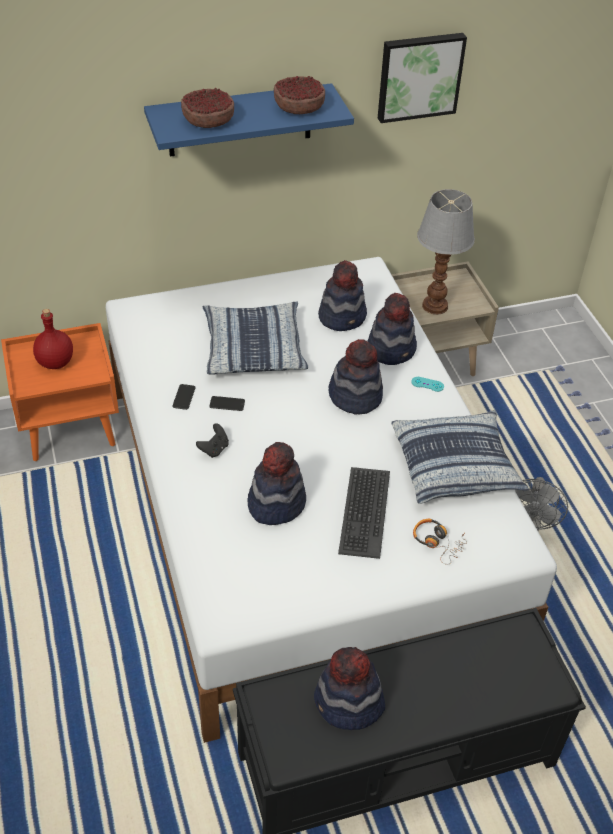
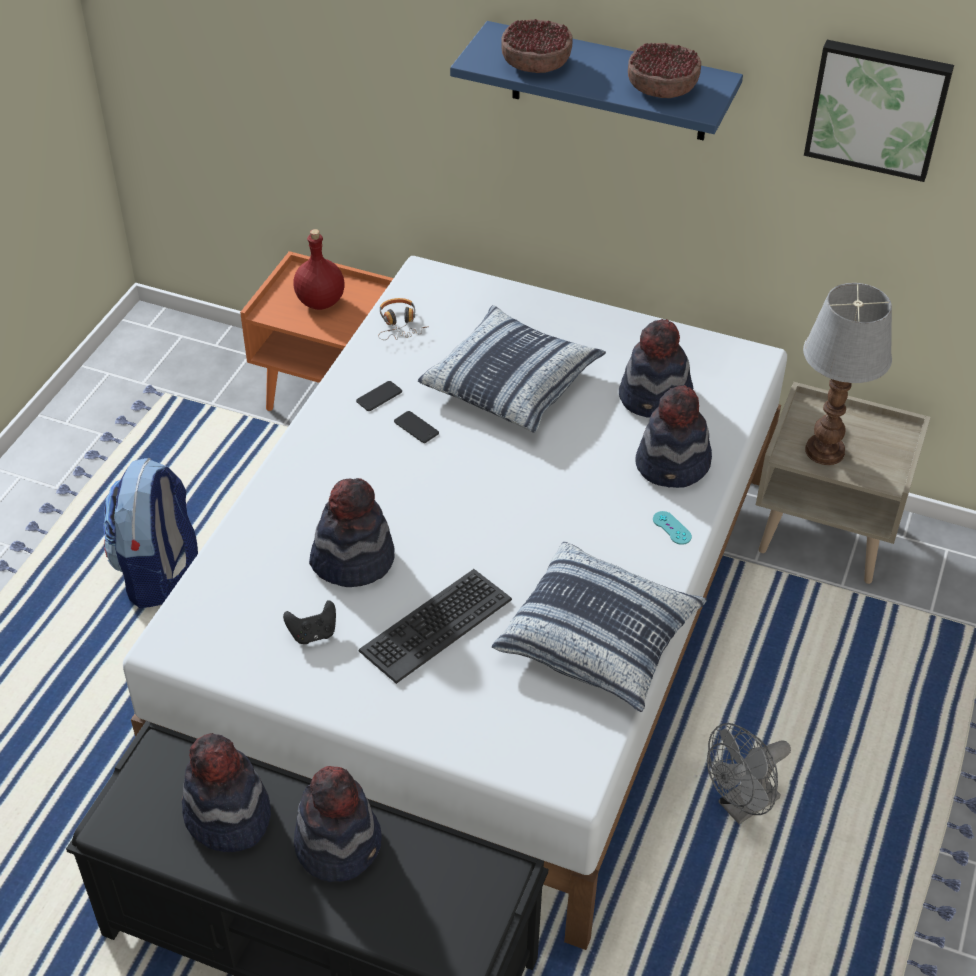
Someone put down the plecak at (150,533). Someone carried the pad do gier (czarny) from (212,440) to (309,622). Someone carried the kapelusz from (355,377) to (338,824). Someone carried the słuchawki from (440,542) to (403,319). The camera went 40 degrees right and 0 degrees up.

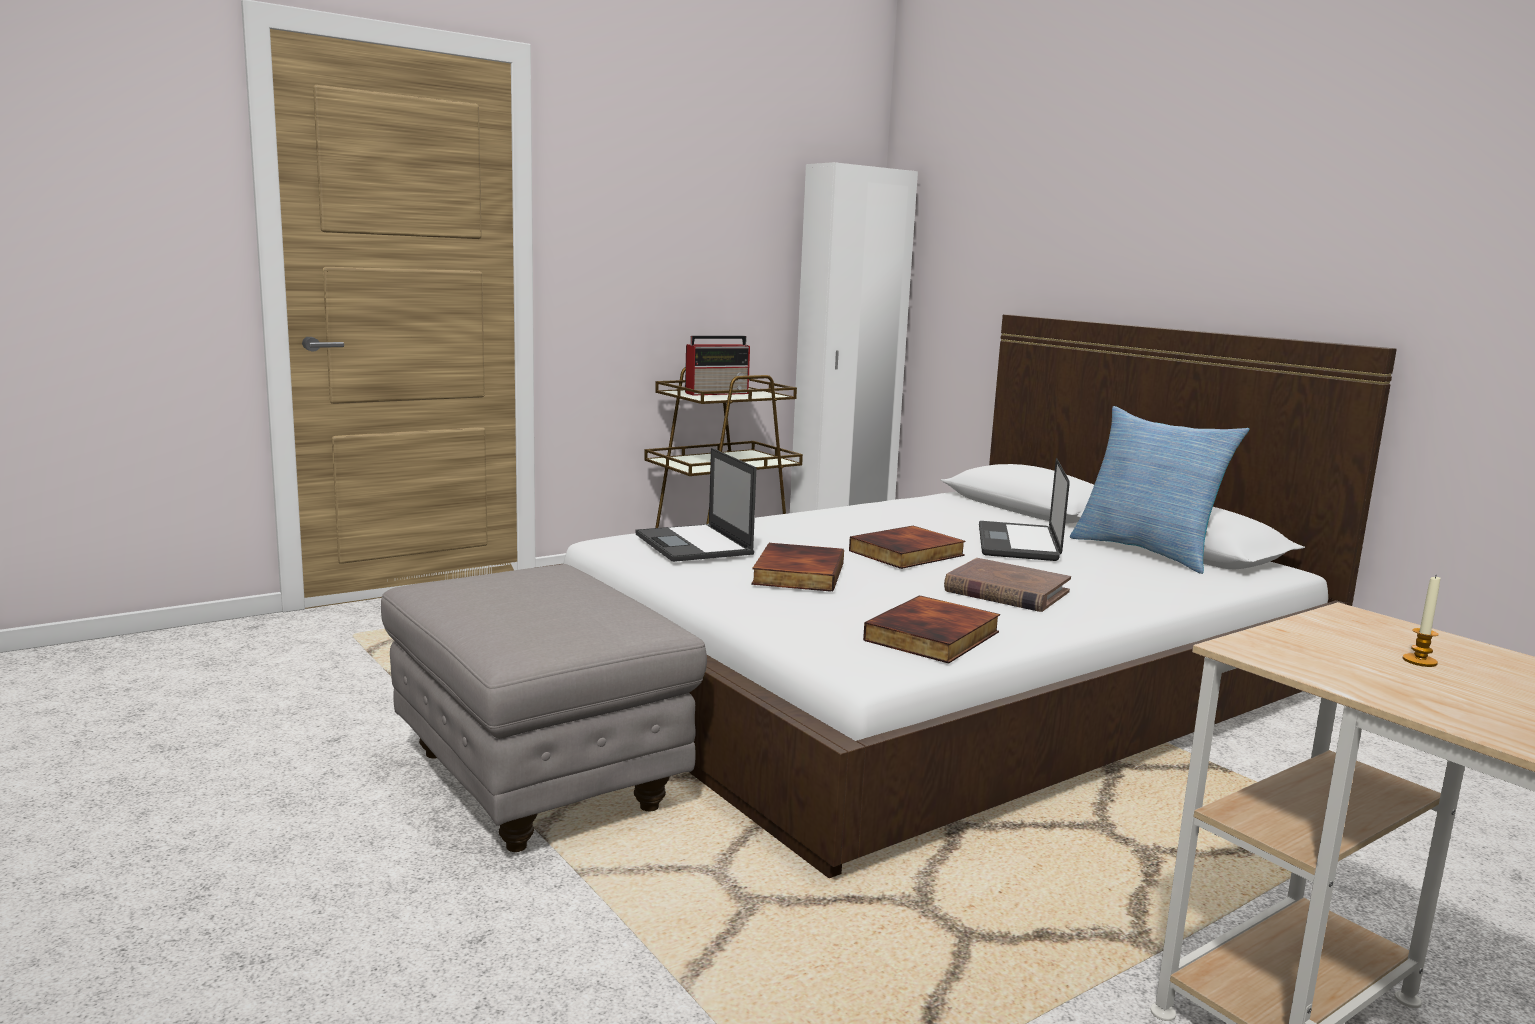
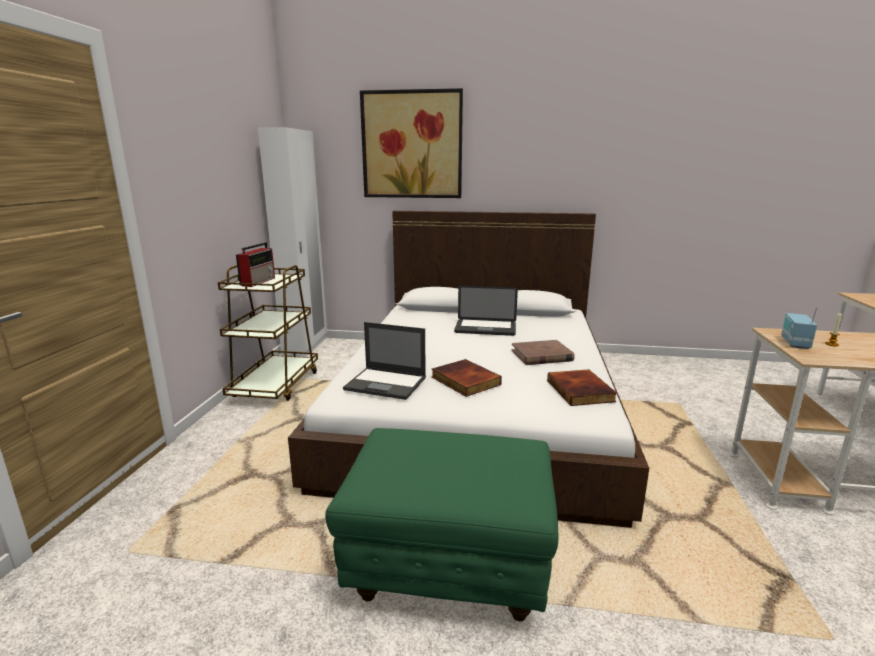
Someone repainted the pufa (szary) at (544,708), which became the pufa (zielony) at (442,524). Someone put up the obraz at (411,143). Someone rotated the laptop at (1024,509) by 45 degrees counterclockwise. Someone put down the radio at (799,328). Someone took away the książka at (907,547). Someone took away the poduszka at (1159,490). The camera went 45 degrees left and 5 degrees up.

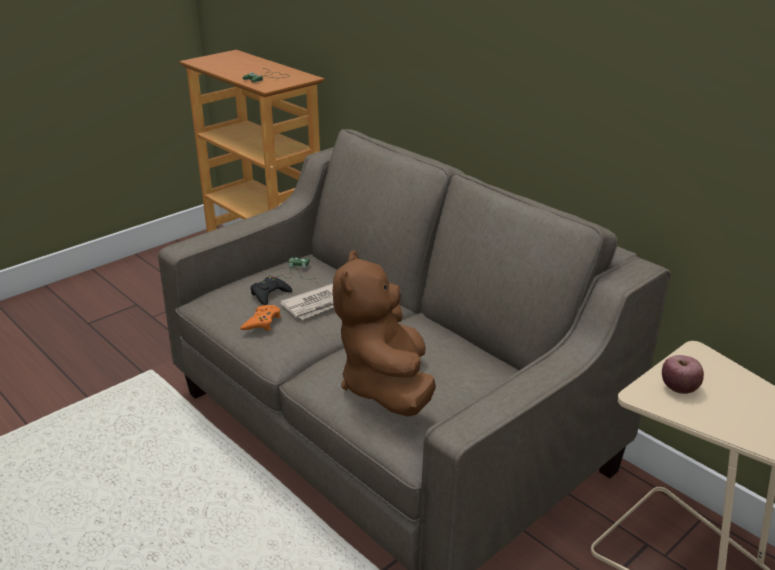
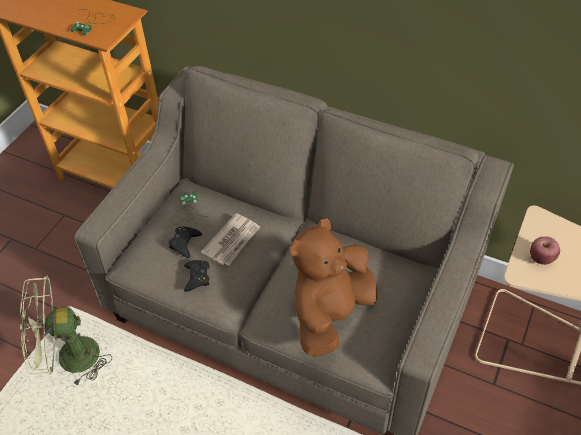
Someone put down the wentylator (zielony) at (66,330). Someone repainted the pad do gier (pomarańczowy) at (260,318), which became the pad do gier (czarny) at (197,276). Someone rotated the pluszak (brązowy) at (384,333) by 60 degrees clockwise. The camera went 20 degrees left and 20 degrees up.

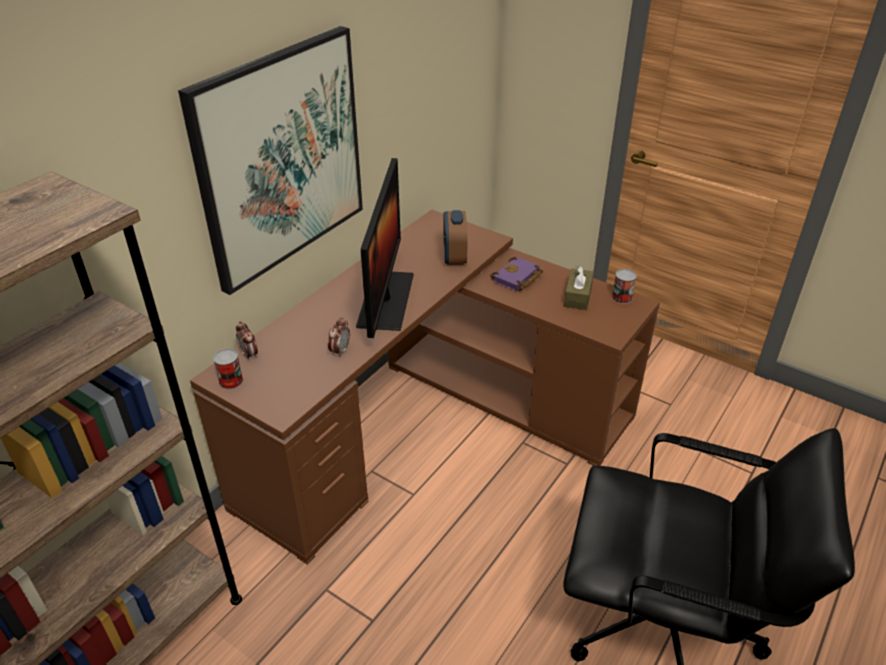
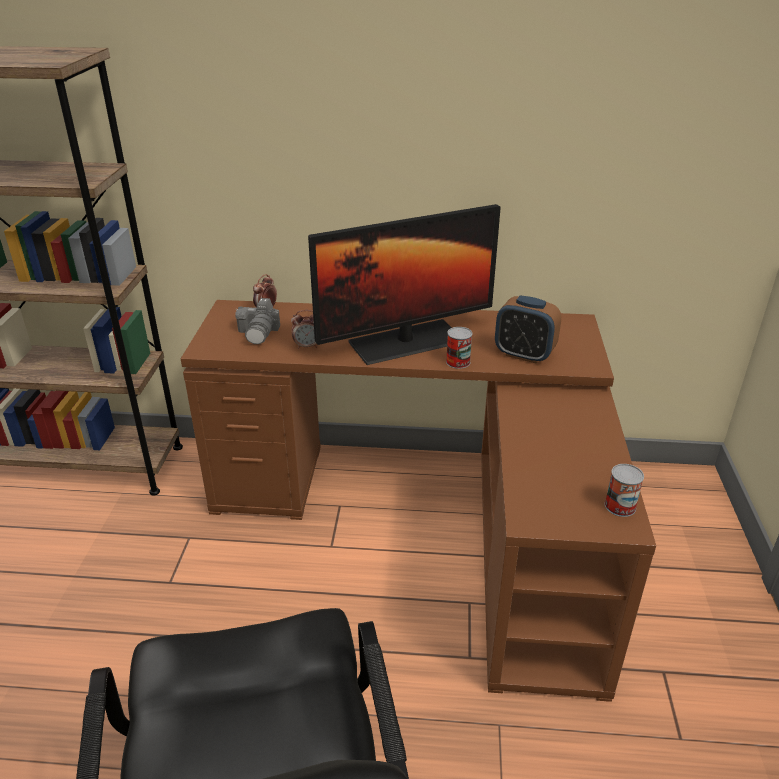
Someone put down the aparat fotograficzny at (257,321). Someone carried the puszka from (228,369) to (459,348). Someone rotated the budzik at (455,237) by 120 degrees counterclockwise. Someone took away the obraz at (270,160). Someone took away the książka (fioletowy) at (516,274). Someone took away the pudełko chusteczek (brązowy) at (579,287). The camera went 60 degrees right and 5 degrees down.

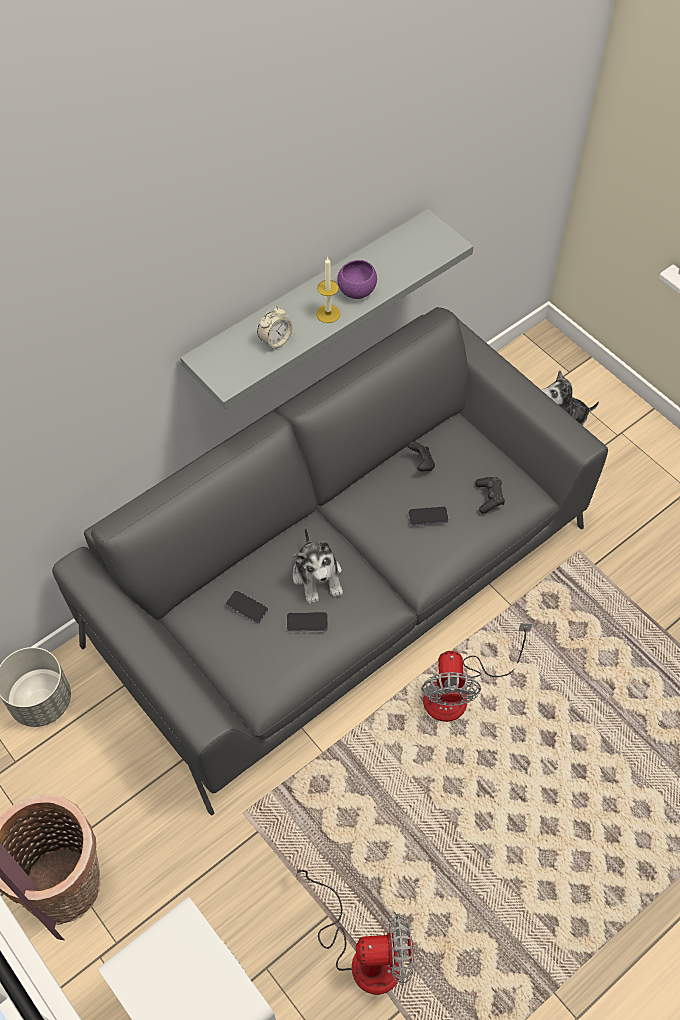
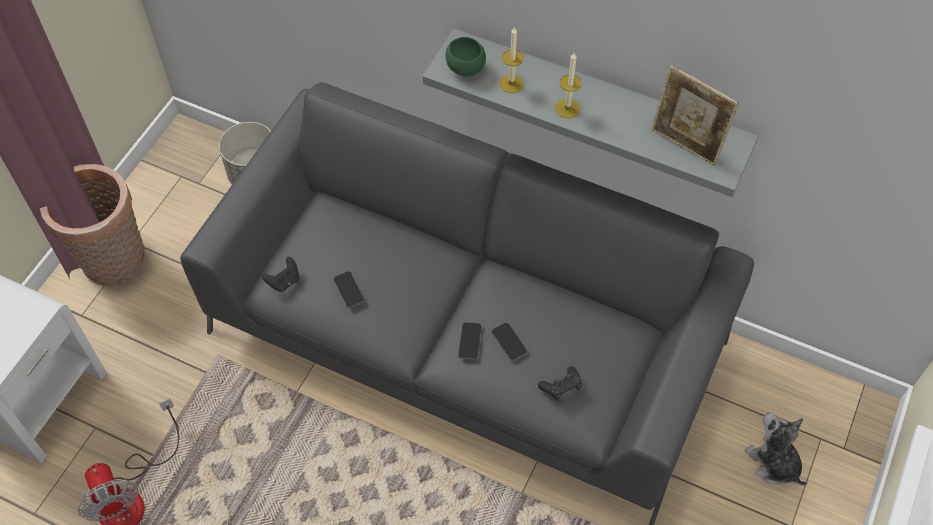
Someone carried the pad do gier (czarny) from (421,456) to (280,274). Someone put down the miska (zielony) at (466,56). Someone carried the telefon from (247,607) to (469,340). Someone swapped the budzik at (275,328) for the świeca at (511,59). Someone put down the ramka na zdjęcie at (695,115). Someone took away the pluszak at (318,565). Someone took away the miska (fioletowy) at (357,279). Someone took away the wentylator at (476,672). The camera went 65 degrees right and 0 degrees up.

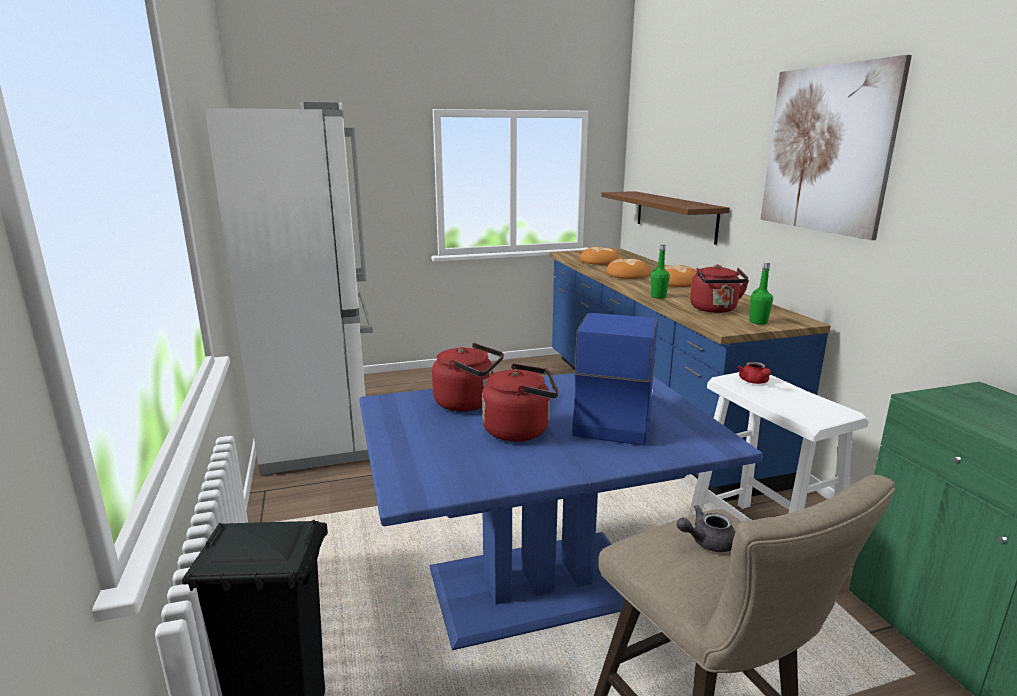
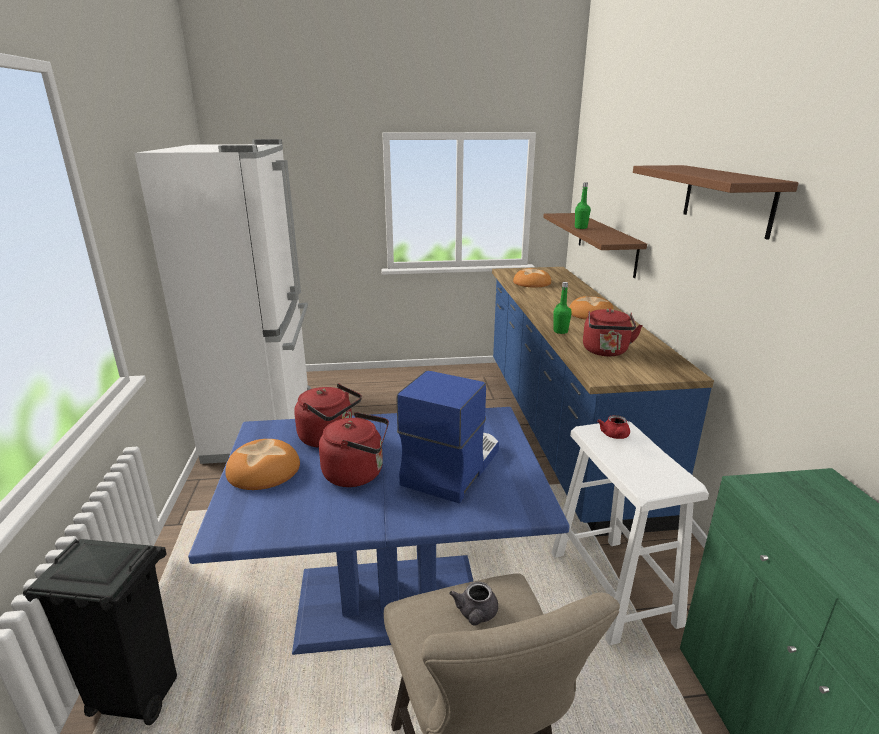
Someone carried the chleb from (628,269) to (262,464). Someone rotated the imbryk (szary) at (706,528) by 75 degrees counterclockwise. Someone carried the butelka (zielony) from (761,293) to (583,205). Someone swapped the obraz at (836,147) for the półka (brązowy) at (716,202). The camera went 10 degrees right and 5 degrees up.

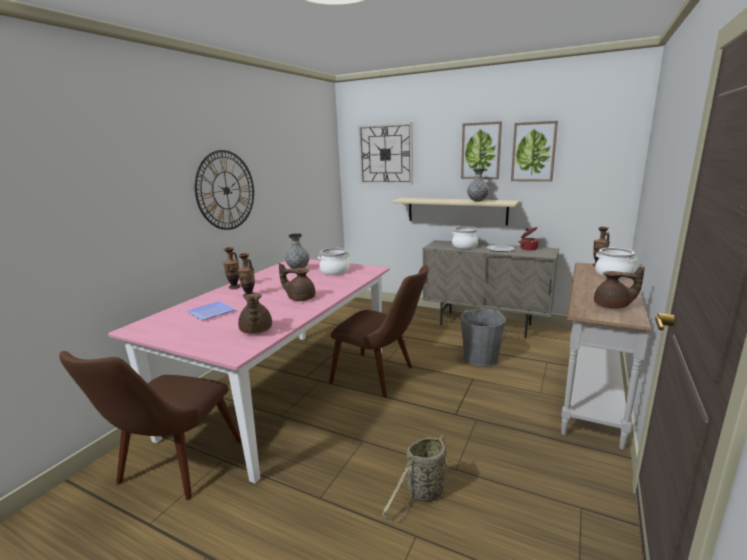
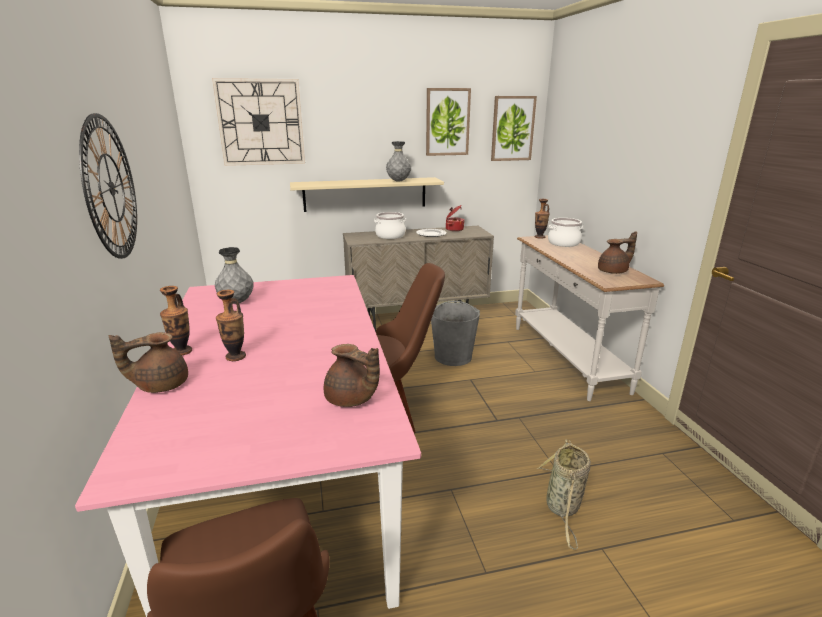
Someone carried the imbryk (brązowy) from (297,282) to (148,362). Someone carried the obraz from (481,150) to (514,128). Someone took away the talerz at (211,311). Someone took away the garnek at (334,261). The camera went 40 degrees left and 5 degrees up.

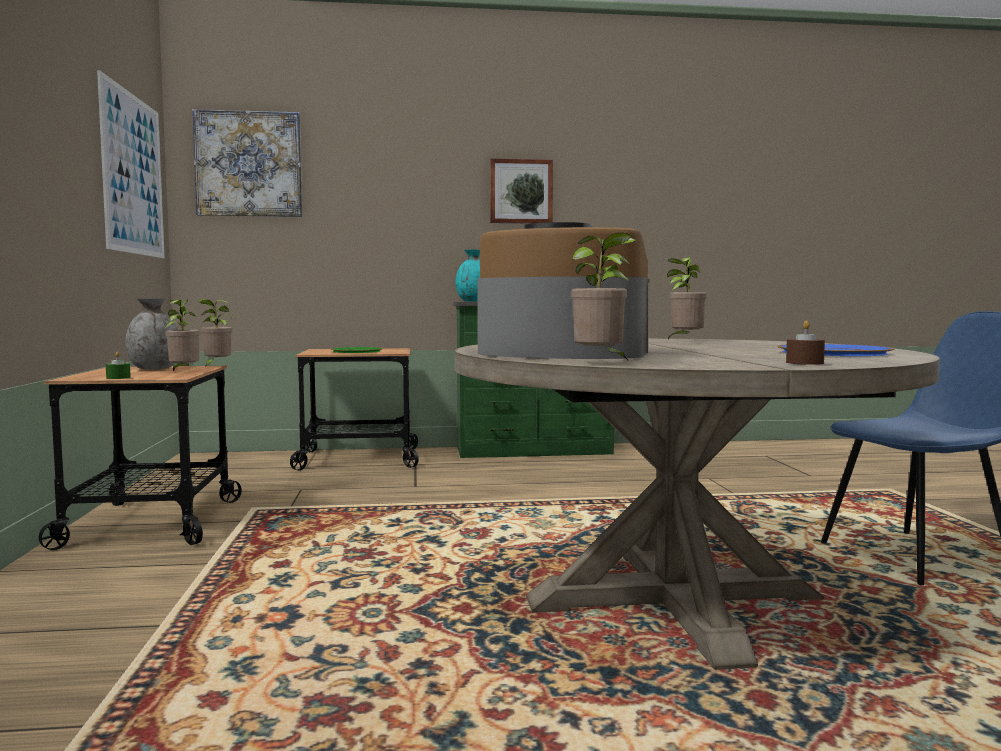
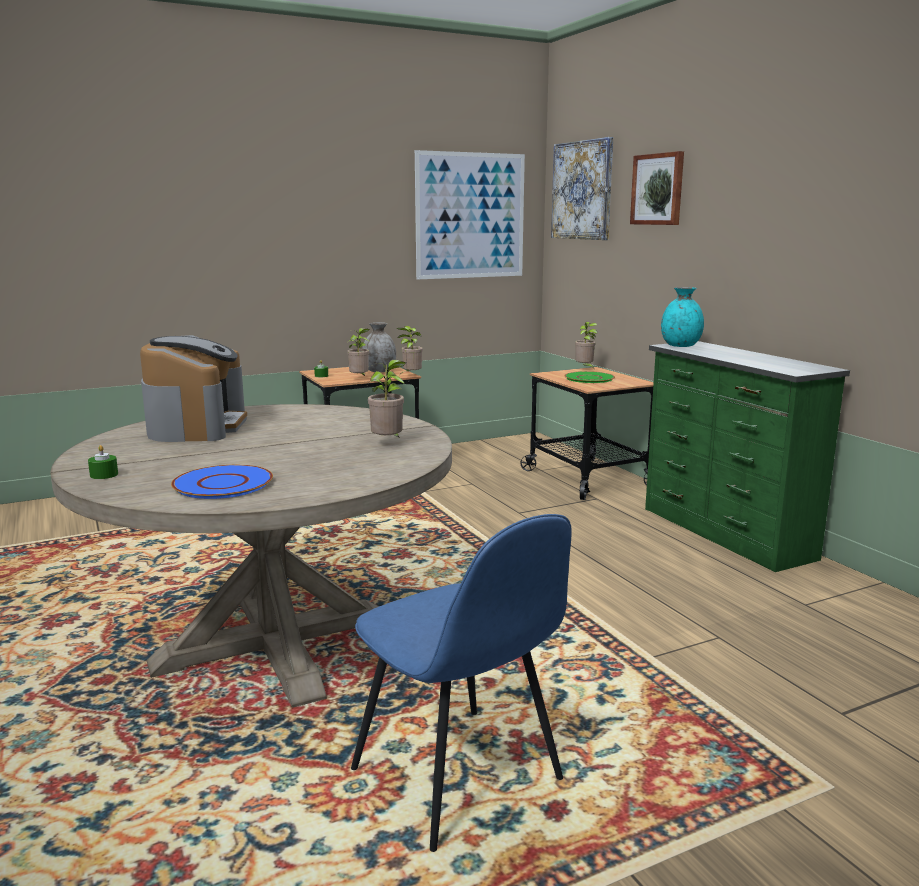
Someone repainted the świeca (brązowy) at (805,342), which became the świeca (zielony) at (103,462). Someone carried the roślina doniczkowa from (604,296) to (586,345). Someone carried the obraz from (521,190) to (657,188). The camera went 70 degrees right and 10 degrees up.

